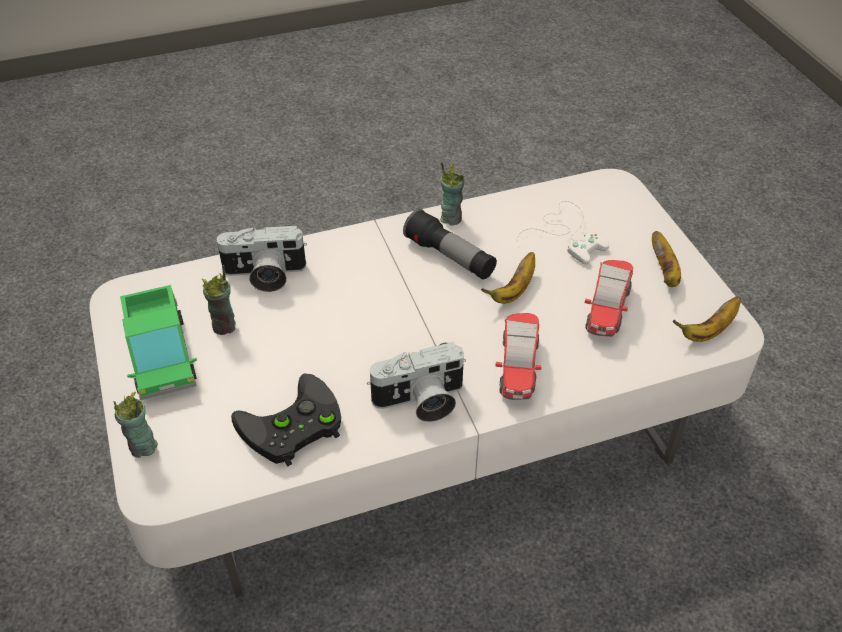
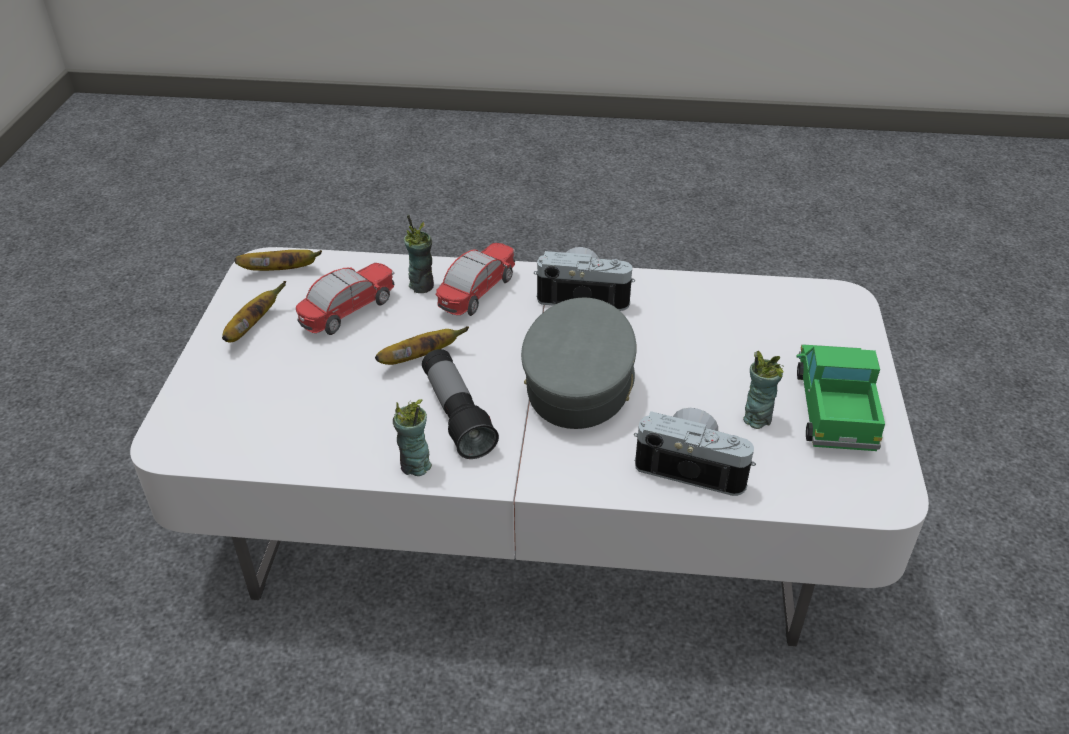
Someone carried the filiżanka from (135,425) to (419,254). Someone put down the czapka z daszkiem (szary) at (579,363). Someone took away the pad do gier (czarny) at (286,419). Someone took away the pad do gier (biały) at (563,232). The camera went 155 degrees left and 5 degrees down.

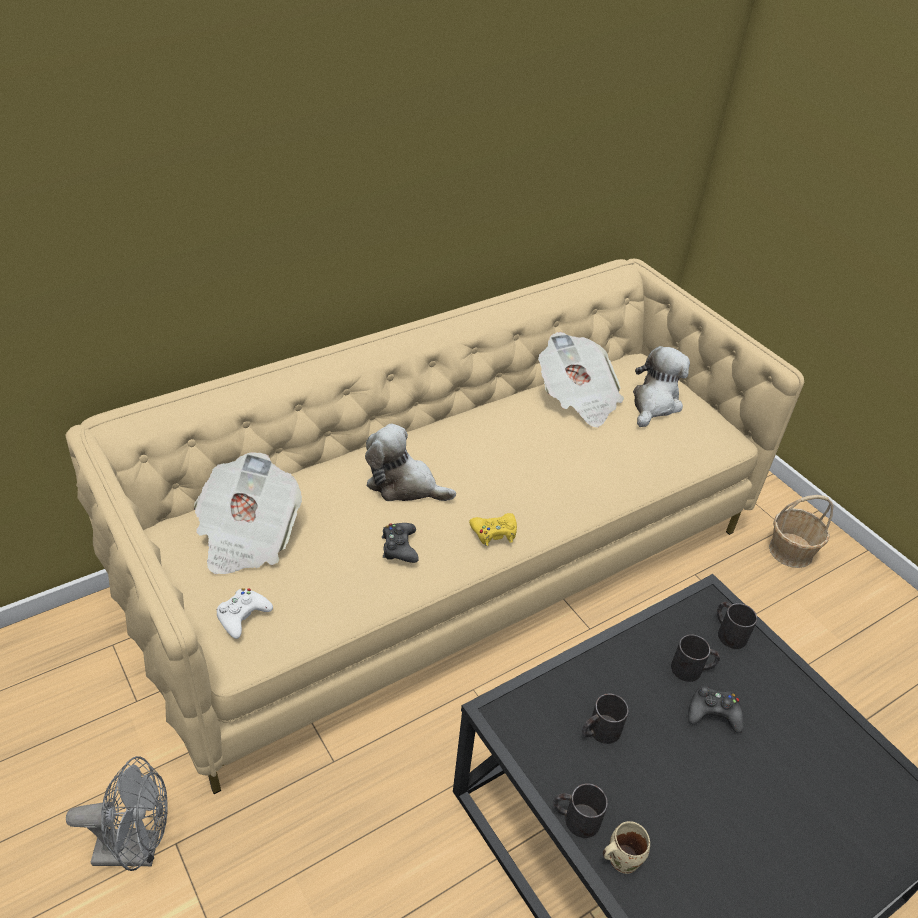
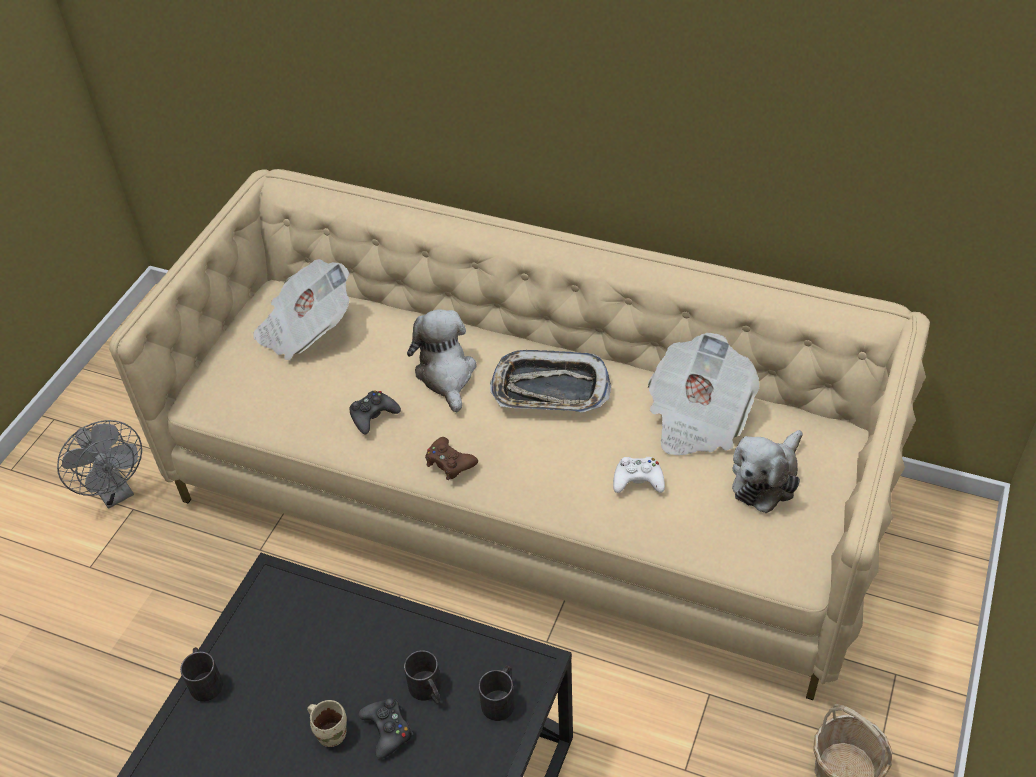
Someone carried the kubek (beżowy) from (626,847) to (327,723). Someone repainted the pad do gier (żółty) at (493,529), which became the pad do gier (brązowy) at (451,458). Someone put down the taca at (550,381). Someone carried the pad do gier (biały) from (244,613) to (639,475). Someone rotated the pluszak at (661,386) by 135 degrees clockwise. Someone took away the kubek (czarny) at (605,718). The camera went 60 degrees right and 5 degrees up.

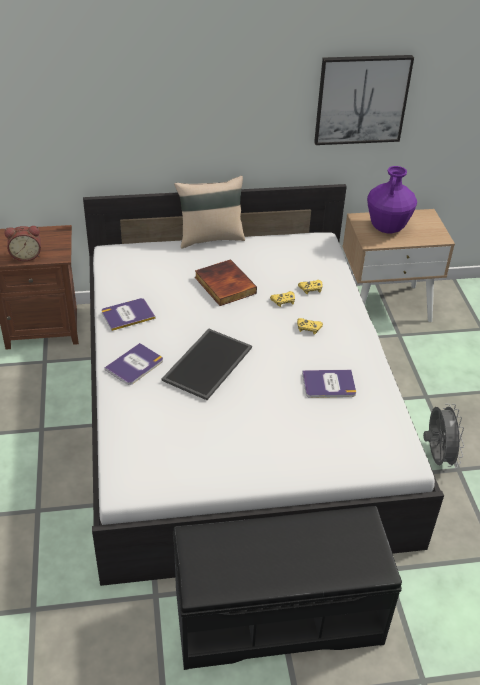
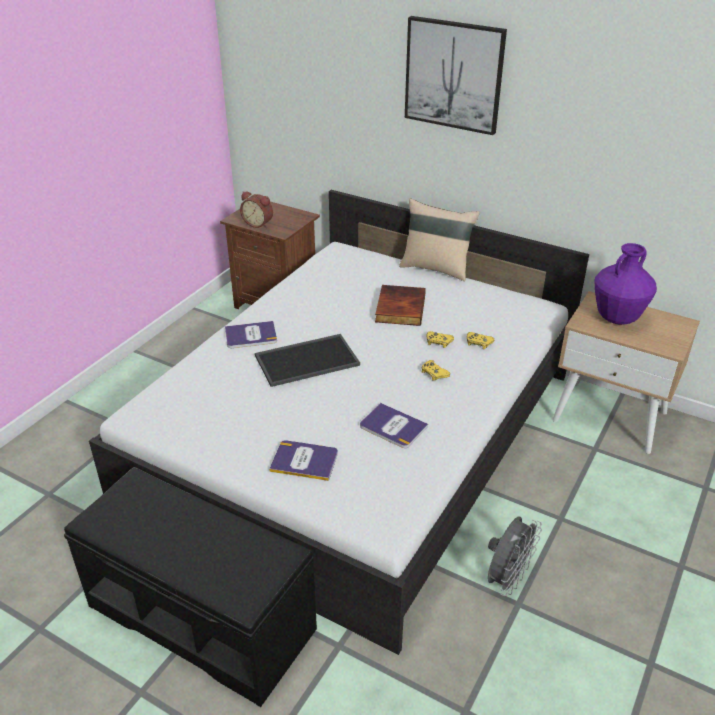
Someone carried the książka from (128,314) to (303,460). Someone carried the obraz from (364,100) to (456,75). The camera went 40 degrees right and 5 degrees down.

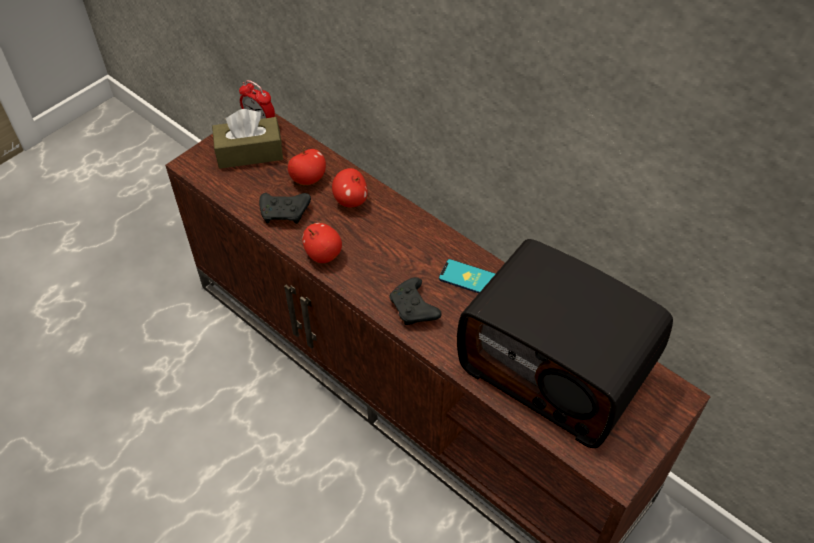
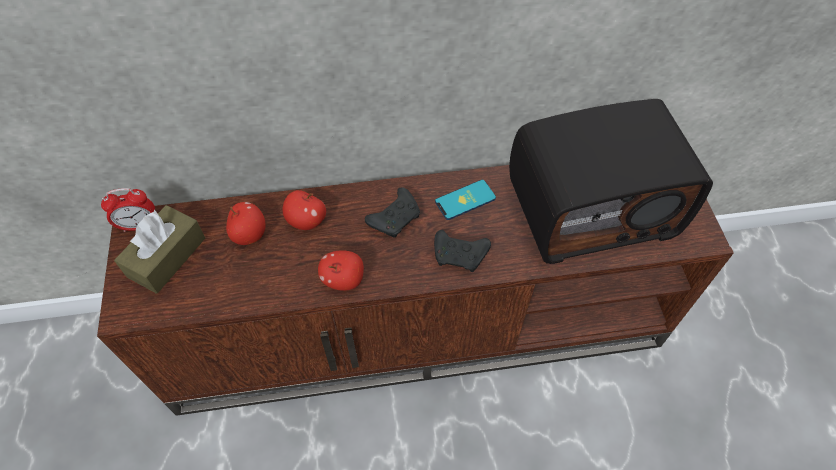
Someone carried the pad do gier (czarny) from (285,208) to (392,212). The camera went 50 degrees left and 5 degrees up.

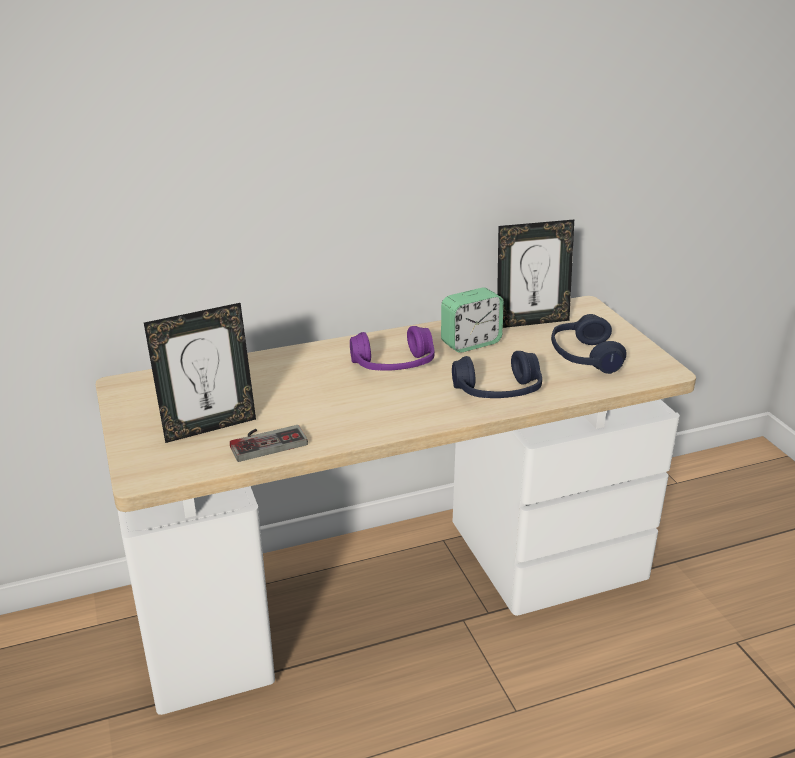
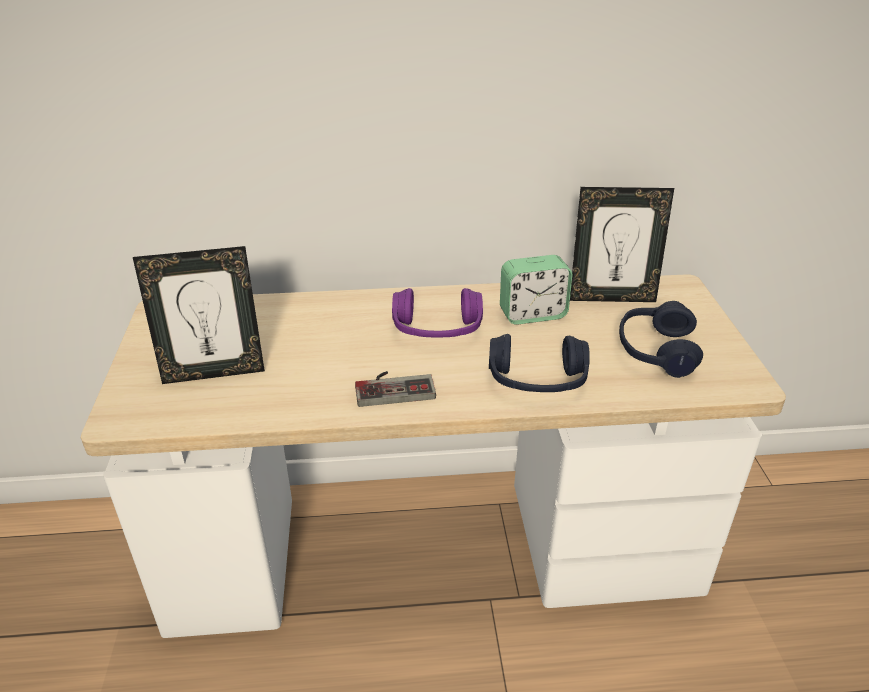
Someone carried the pad do gier from (269,443) to (395,389). The camera went 15 degrees right and 5 degrees up.

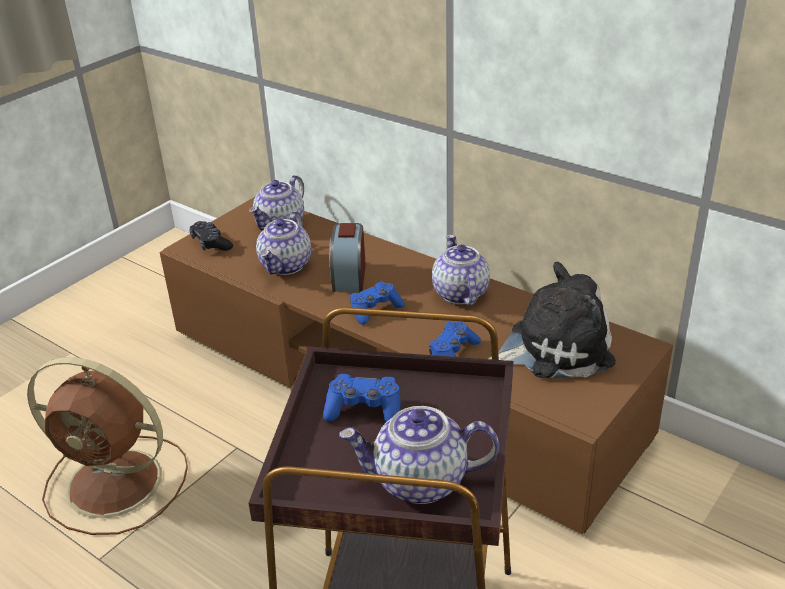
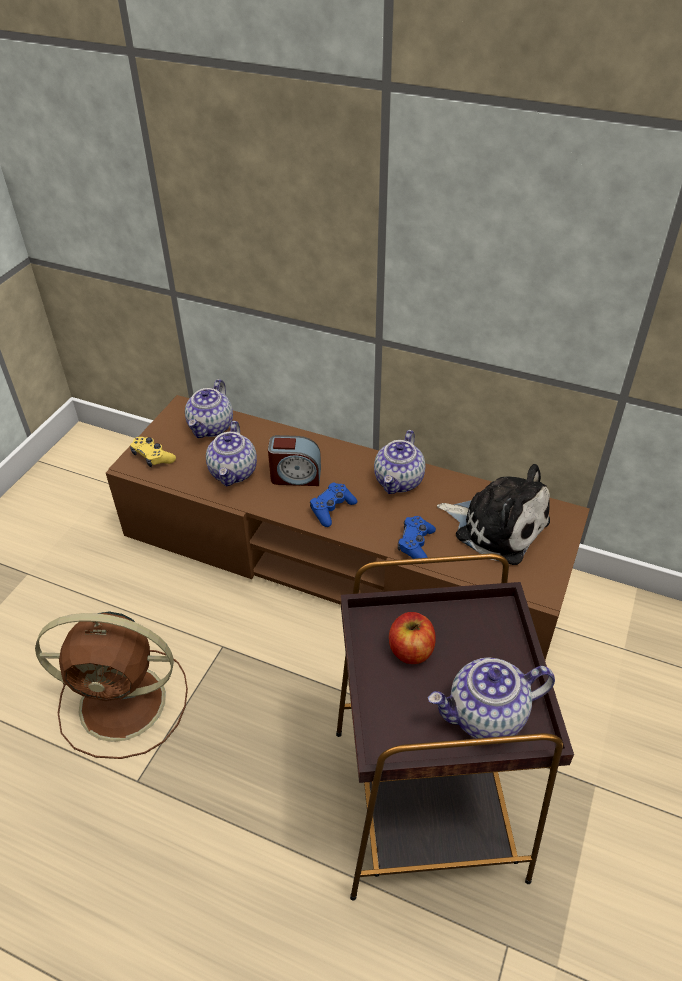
Someone repainted the pad do gier (czarny) at (211,236), which became the pad do gier (żółty) at (153,452). Someone rotated the budzik at (347,257) by 75 degrees counterclockwise. Someone rotated the imbryk at (461,270) by 135 degrees counterclockwise. Someone swapped the pad do gier (niebieski) at (362,398) for the jabłko at (412,638). Someone rotated the pluszak at (552,320) by 60 degrees clockwise. The camera went 15 degrees left and 10 degrees up.

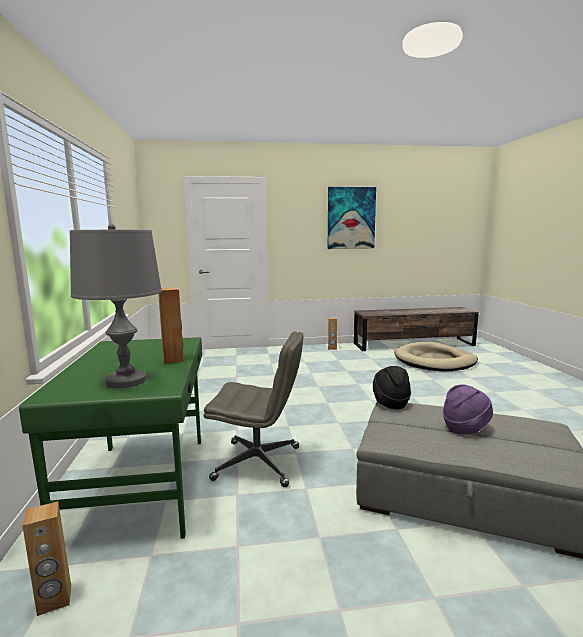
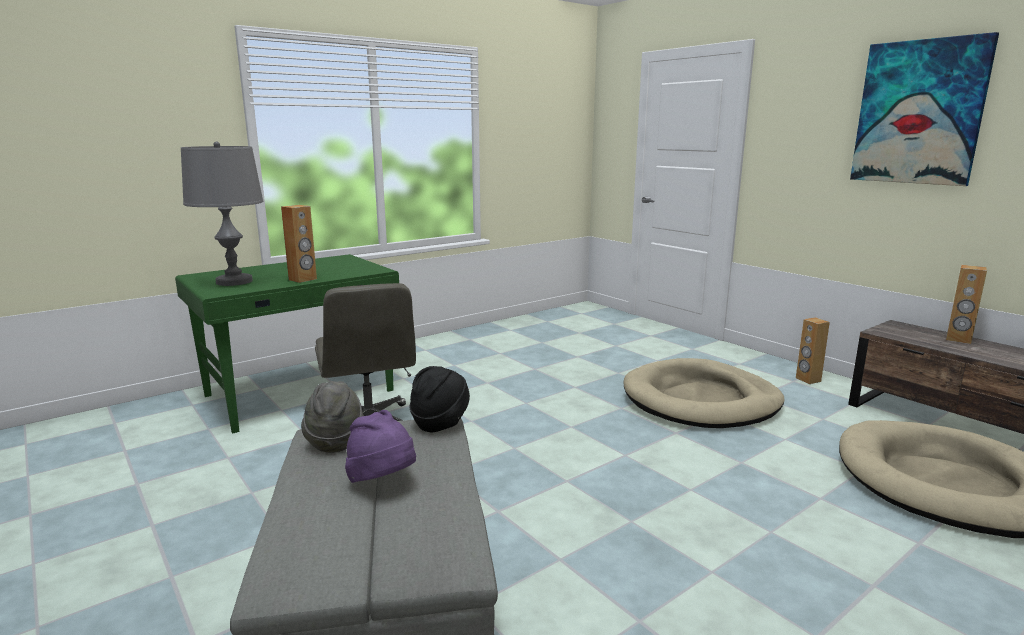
Someone put down the kapelusz (szary) at (332,417). Someone put down the legowisko (beżowy) at (703,393). Someone carried the głośnik (brązowy) from (46,558) to (966,304). The camera went 60 degrees right and 5 degrees up.

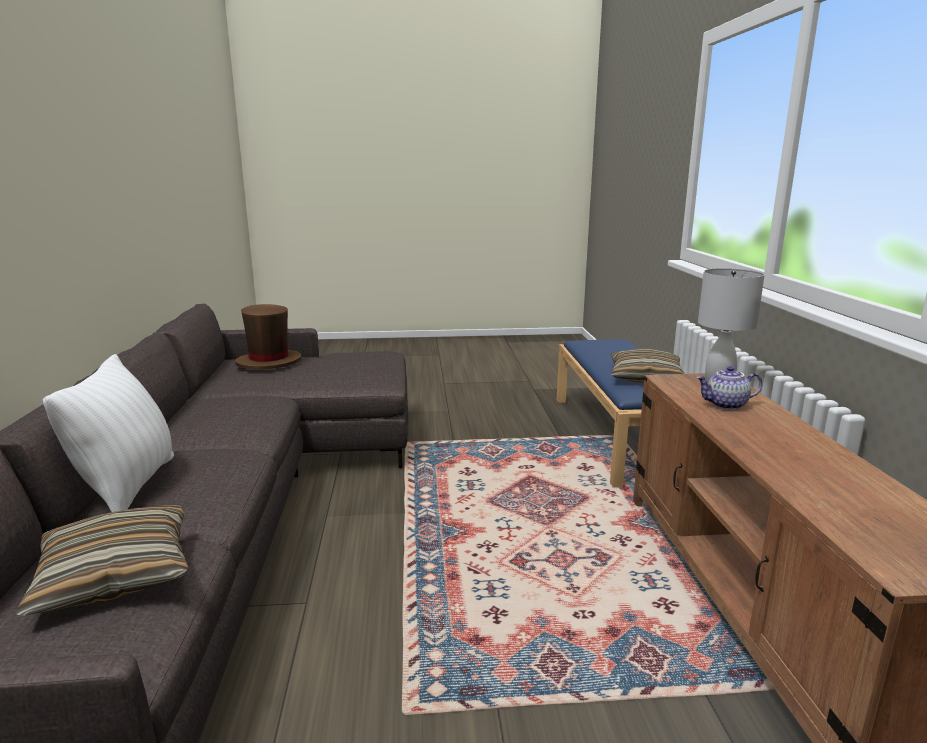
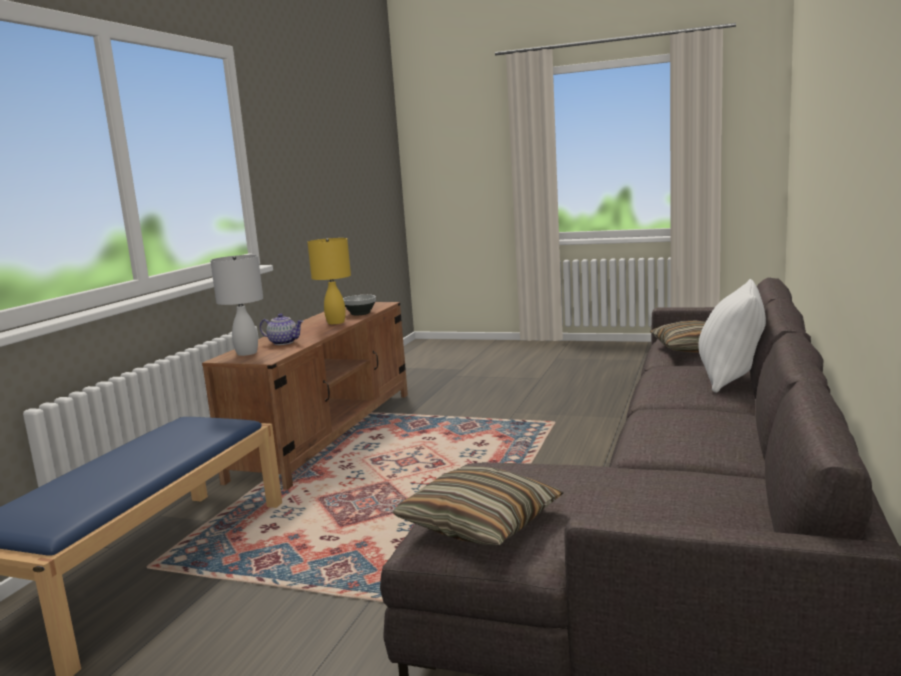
Someone put down the lampa stołowa (żółty) at (329,281). Someone put down the miska at (359,305). Someone carried the poduszka from (647,366) to (478,505). Someone took away the kapelusz (brązowy) at (268,337). The camera went 155 degrees left and 5 degrees down.

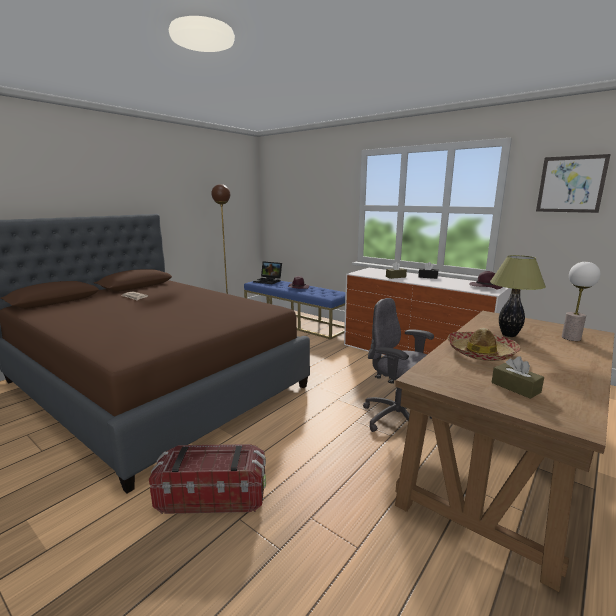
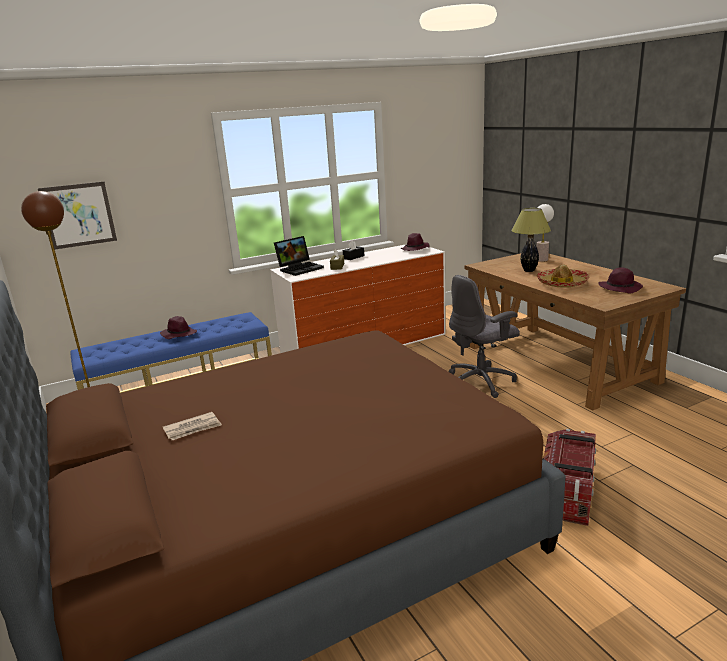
Someone carried the obraz from (573,183) to (77,215). Someone carried the laptop from (267,272) to (299,256). Someone swapped the pudełko chusteczek (brązowy) at (517,377) for the kapelusz (fioletowy) at (620,280). The camera went 65 degrees left and 5 degrees up.

